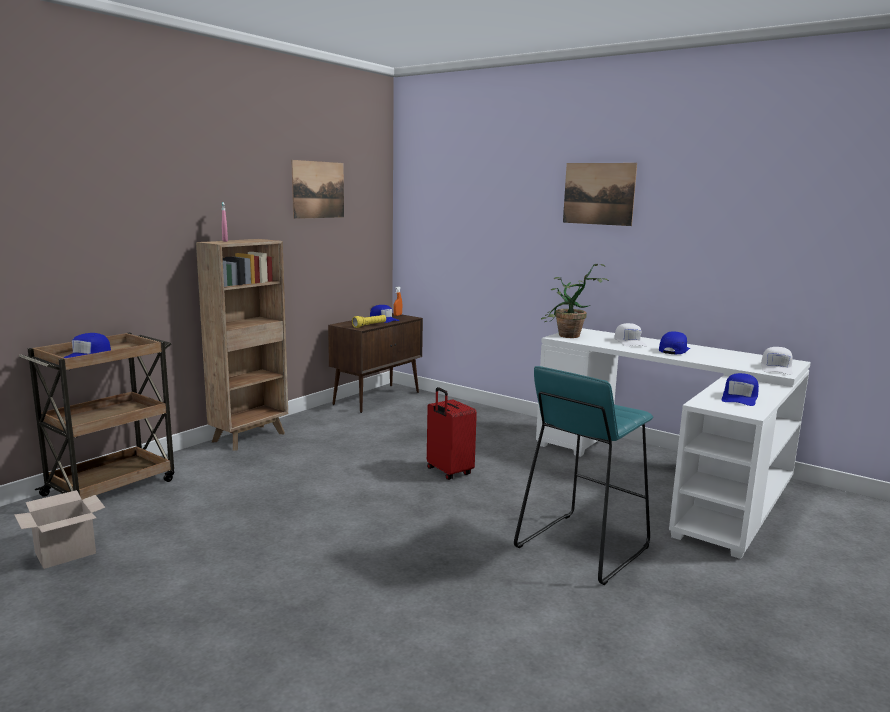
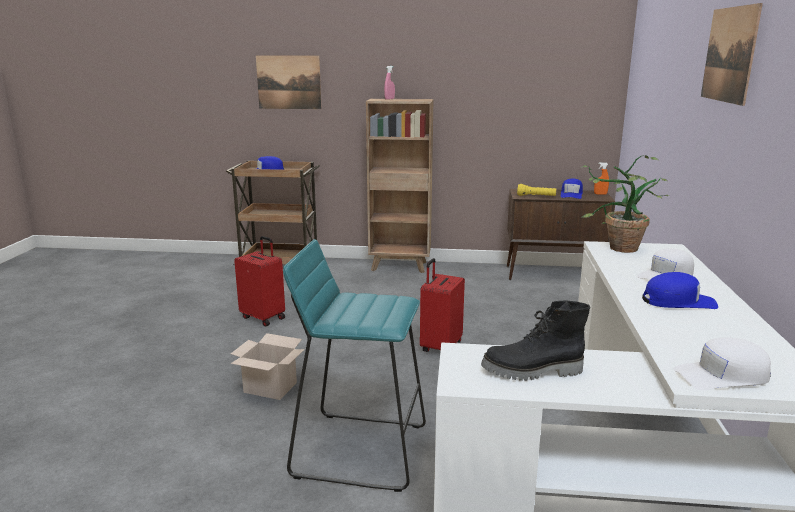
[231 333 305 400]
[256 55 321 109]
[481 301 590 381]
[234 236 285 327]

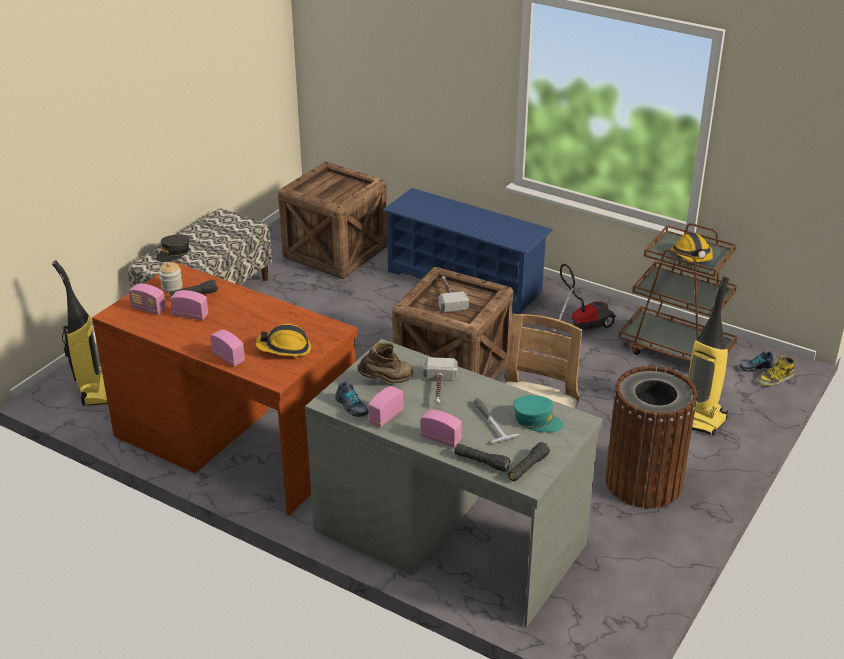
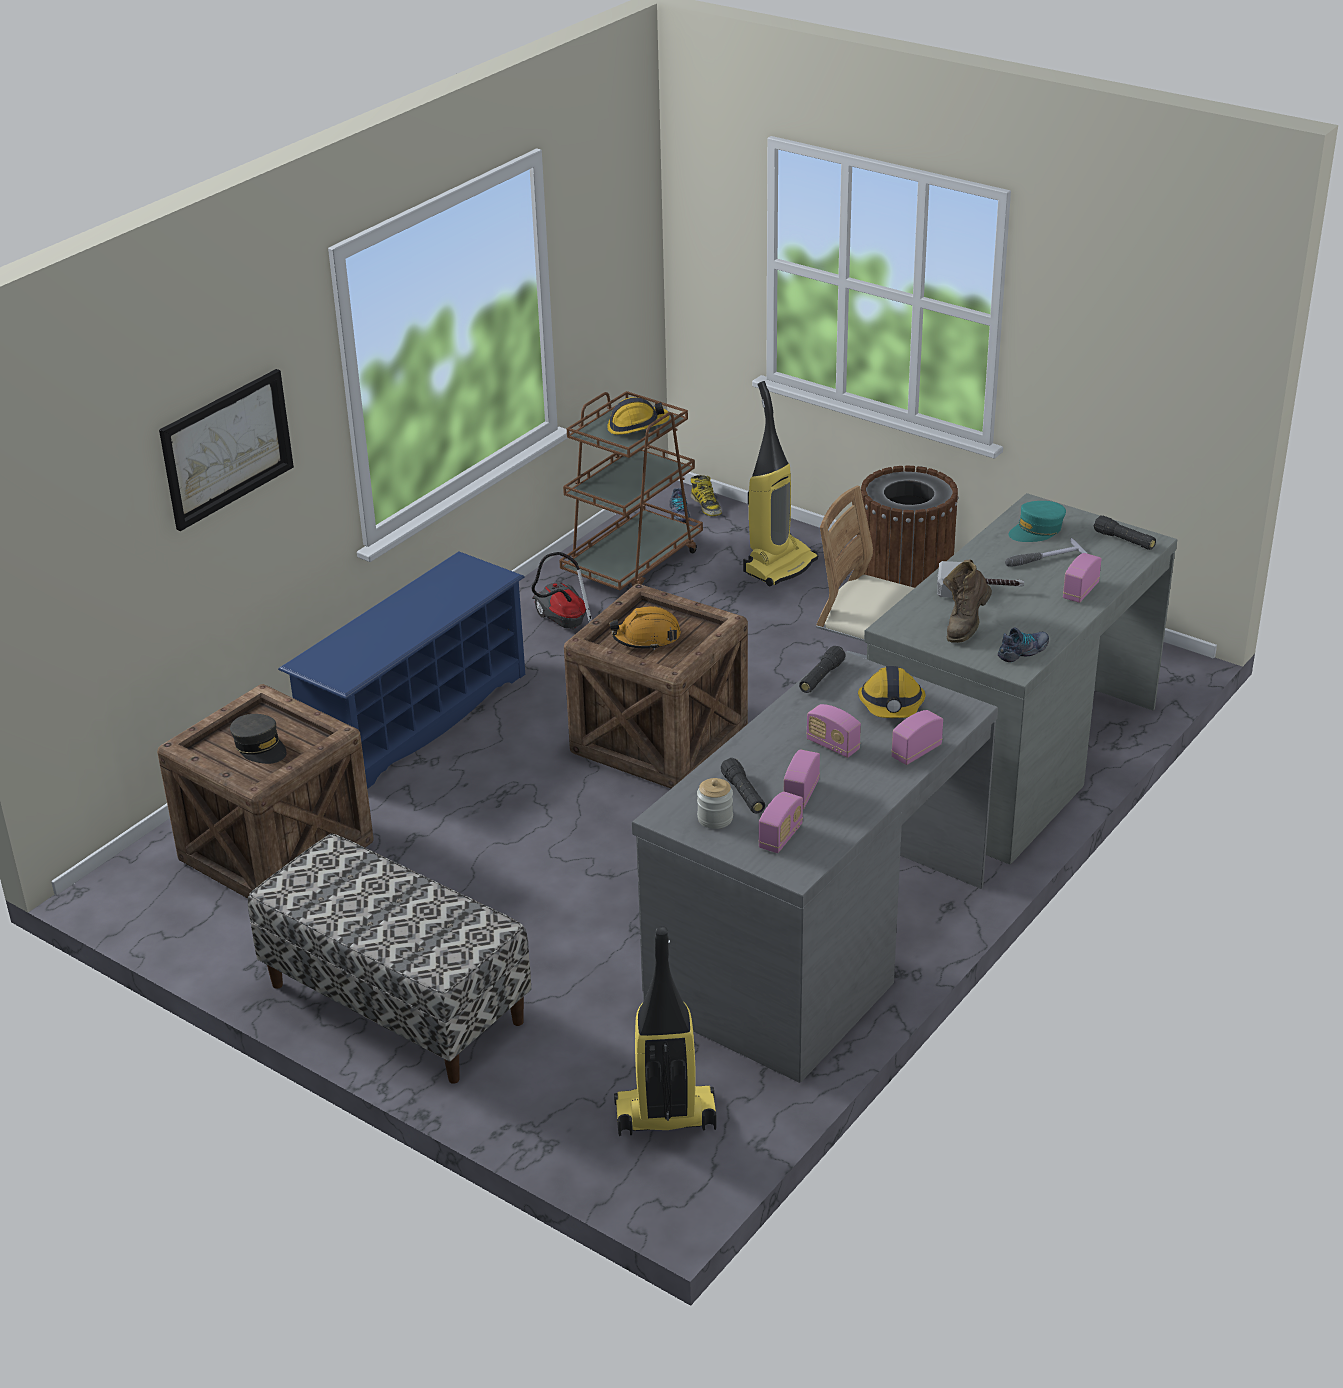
[632 651 998 1083]
[230 714 287 764]
[943 559 992 643]
[806 704 861 758]
[609 606 681 650]
[799 646 846 693]
[1008 501 1066 542]
[159 369 294 531]

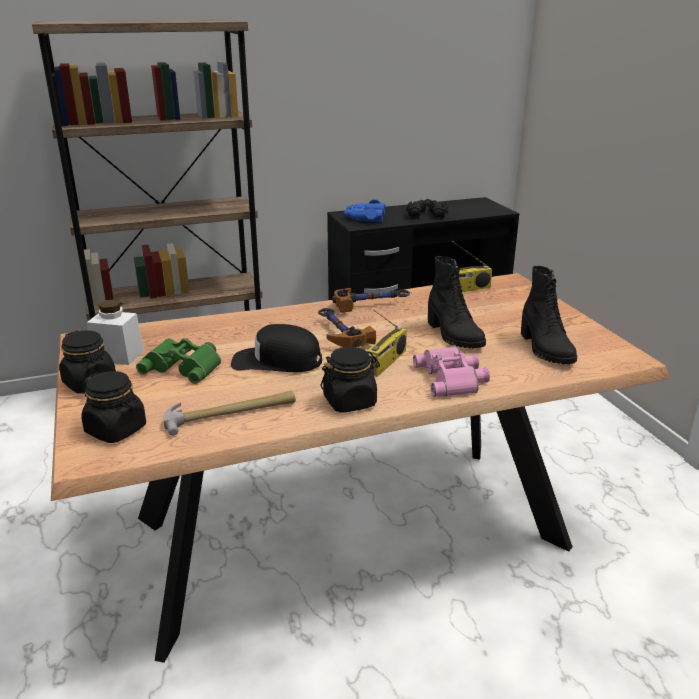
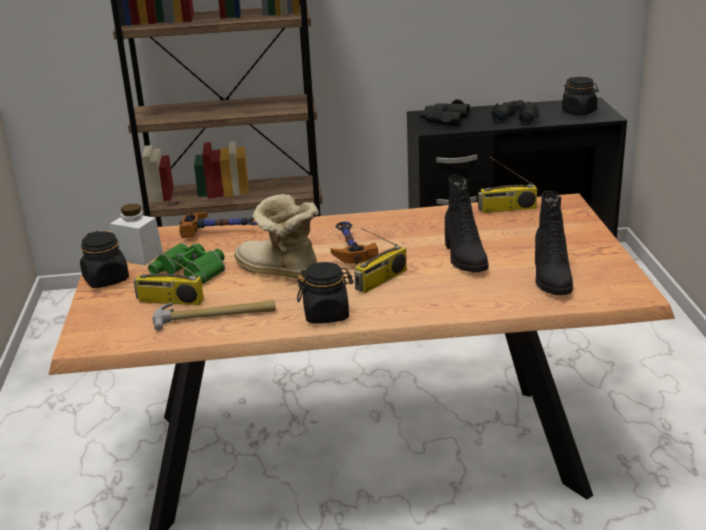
[562 77 599 115]
[234 194 319 278]
[179 212 258 238]
[420 99 470 126]
[413 347 490 397] (first image)
[133 240 204 305]

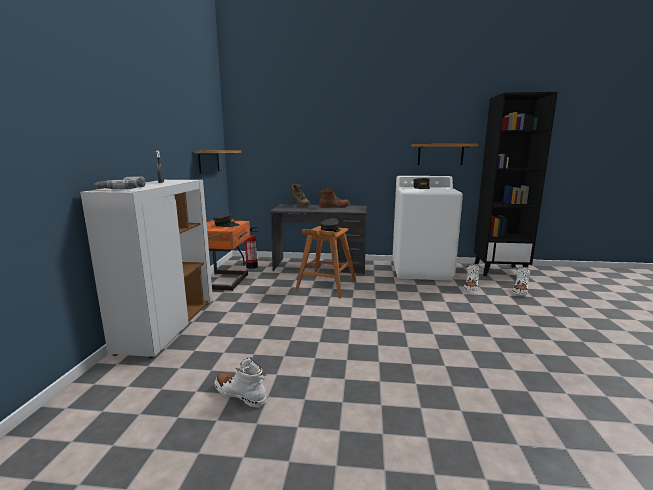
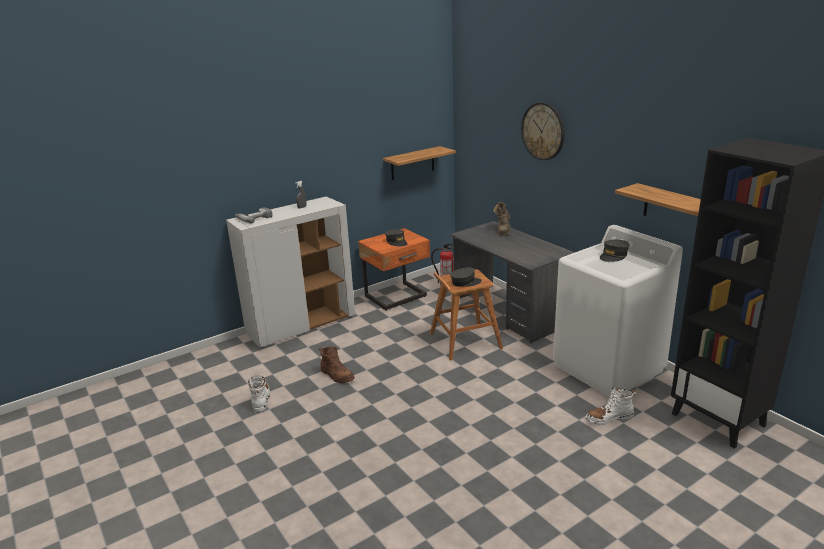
[318 347 355 383]
[512 267 531 295] (first image)
[521 102 565 160]

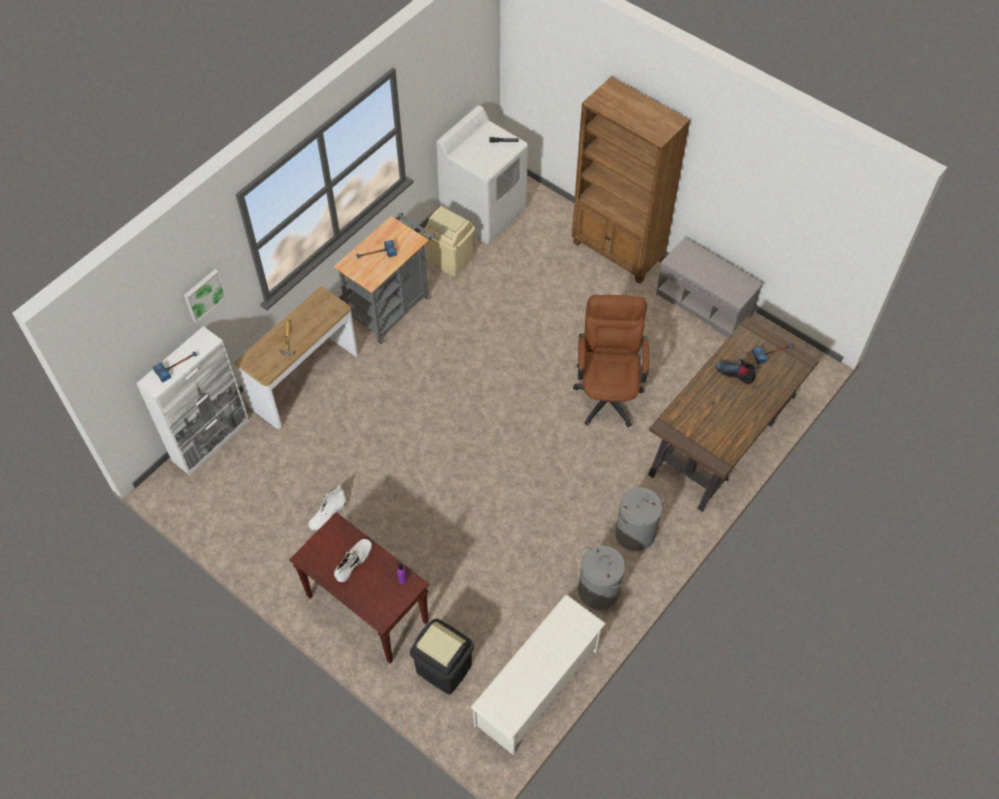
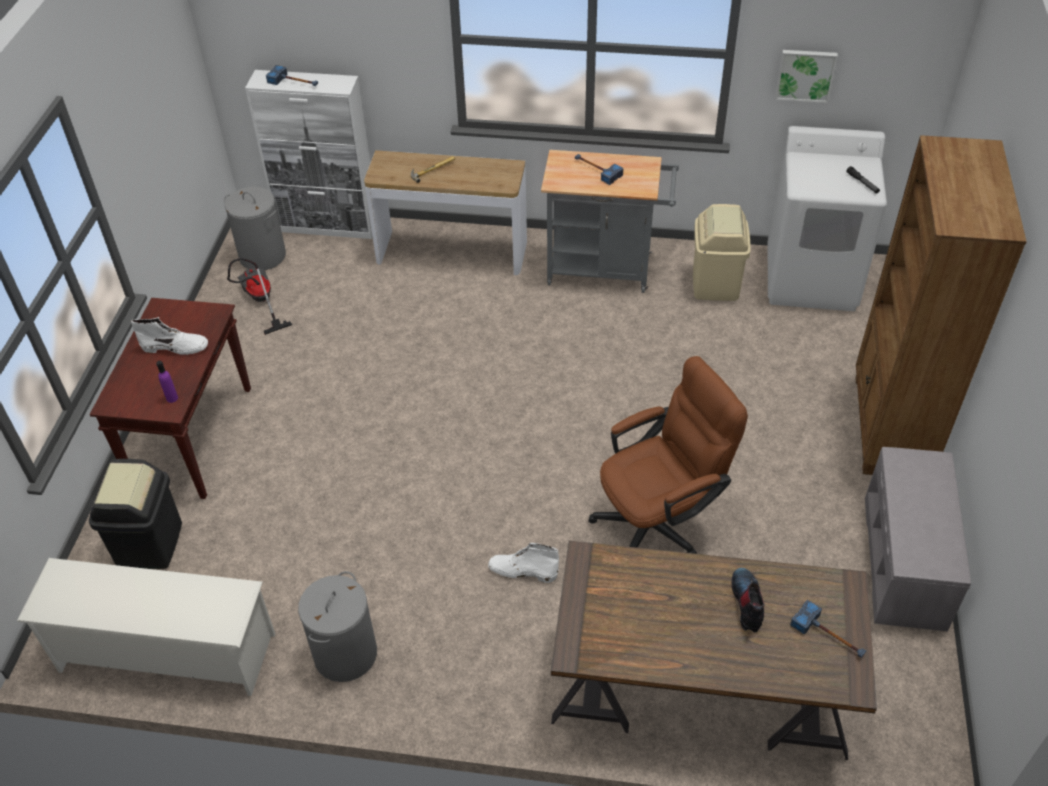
[775 50 838 103]
[488 543 559 583]
[224 187 286 270]
[227 258 292 335]

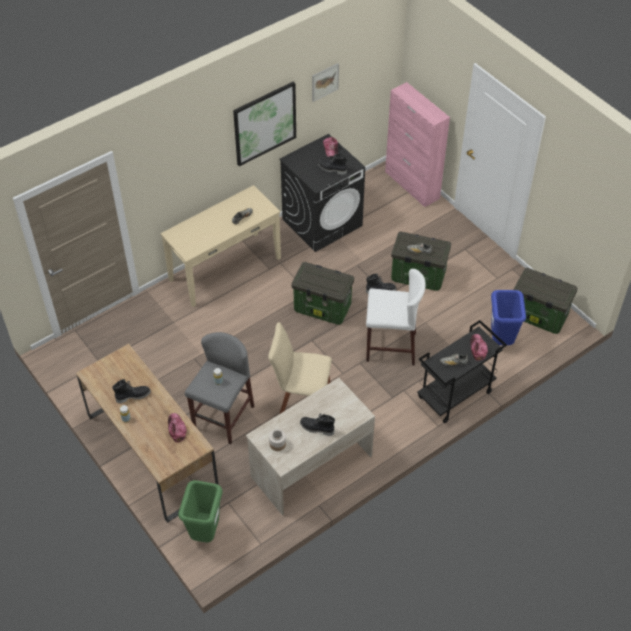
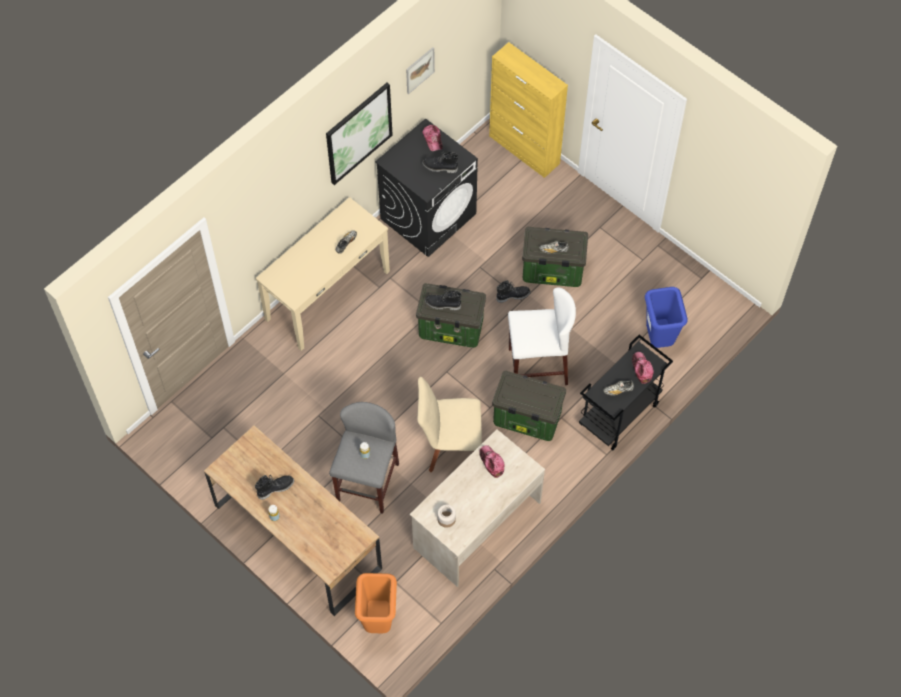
[479 445 505 478]
[355 573 397 633]
[425 289 462 310]
[489 42 568 178]
[492 371 566 441]

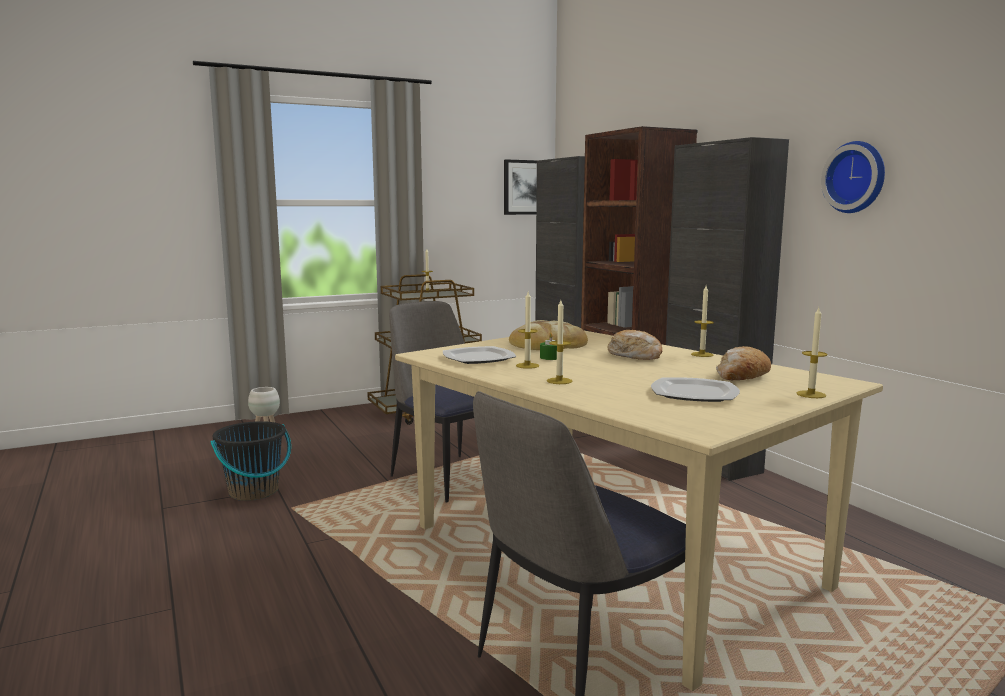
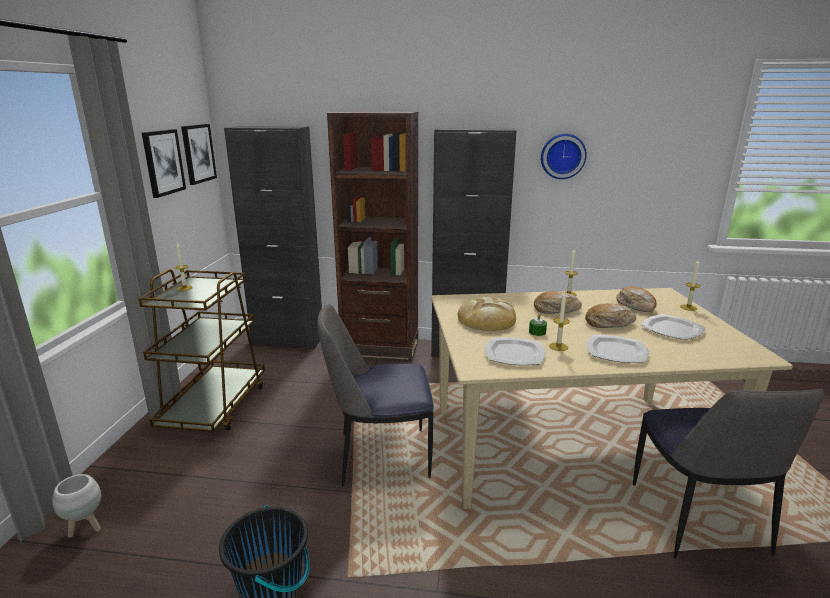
[586 335 649 363]
[142 129 186 198]
[585 303 636 328]

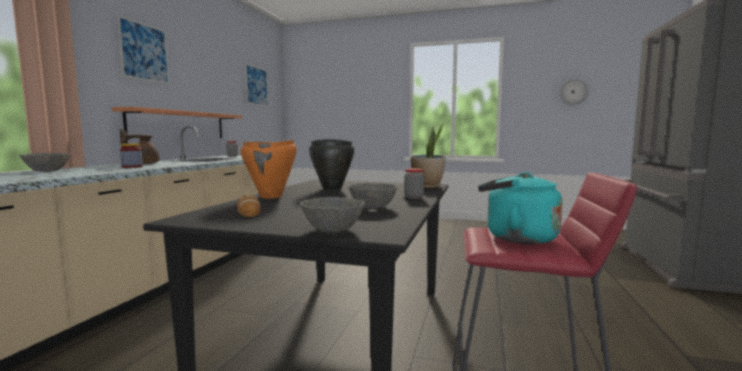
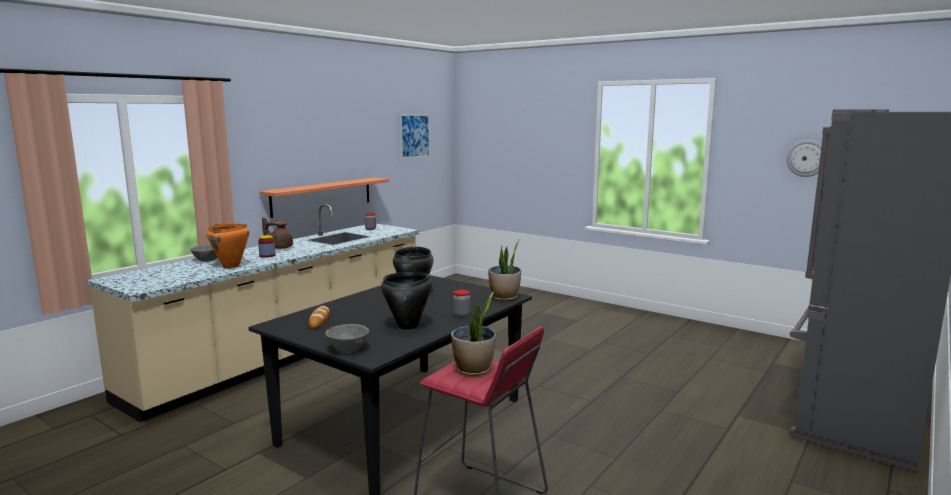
[117 15 170 85] (first image)
[207 224 249 268]
[381 272 432 330]
[451 292 496 376]

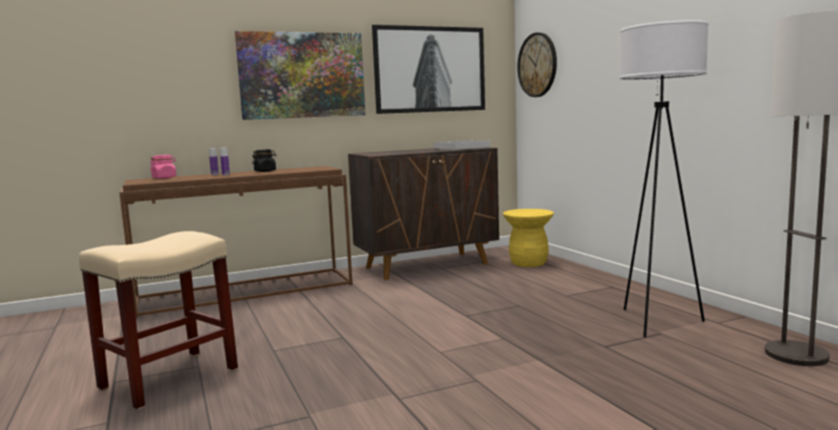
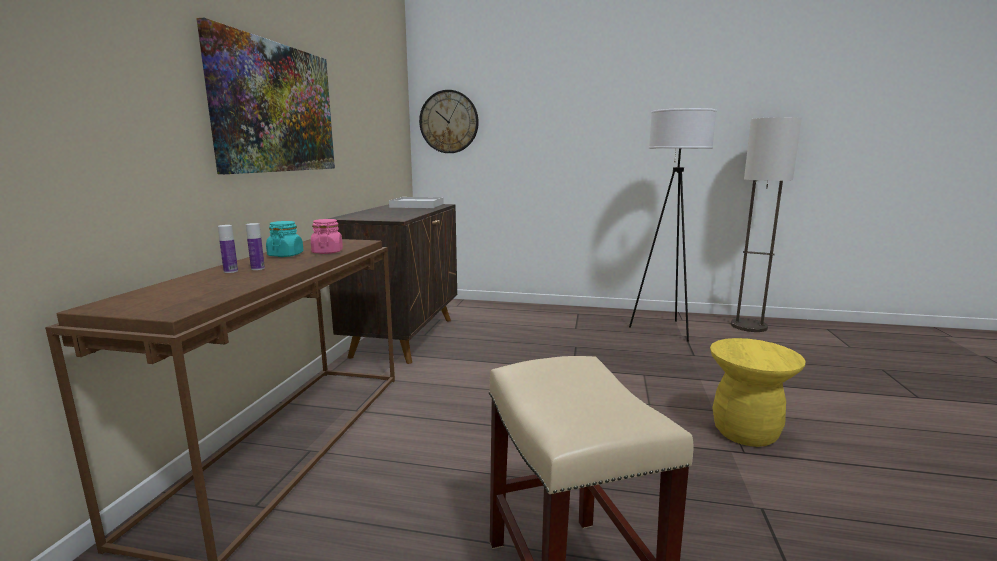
[311 219 343 254]
[266 221 304 257]
[372 25 485 114] (first image)
[710 338 806 447]

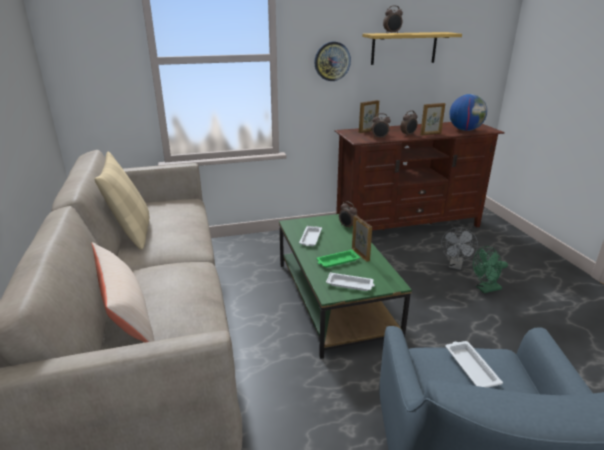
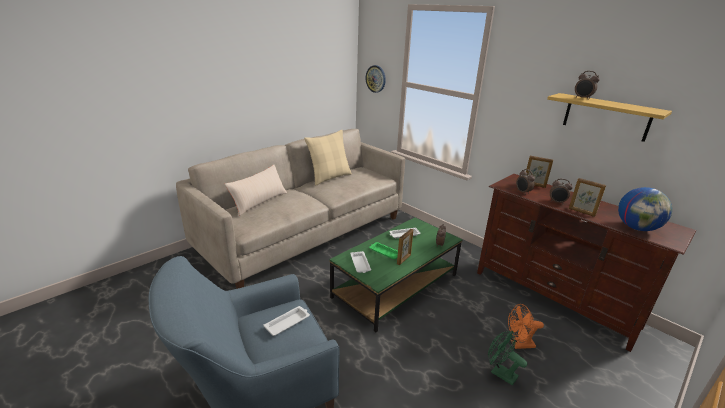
[366 65 386 93]
[508 304 544 349]

